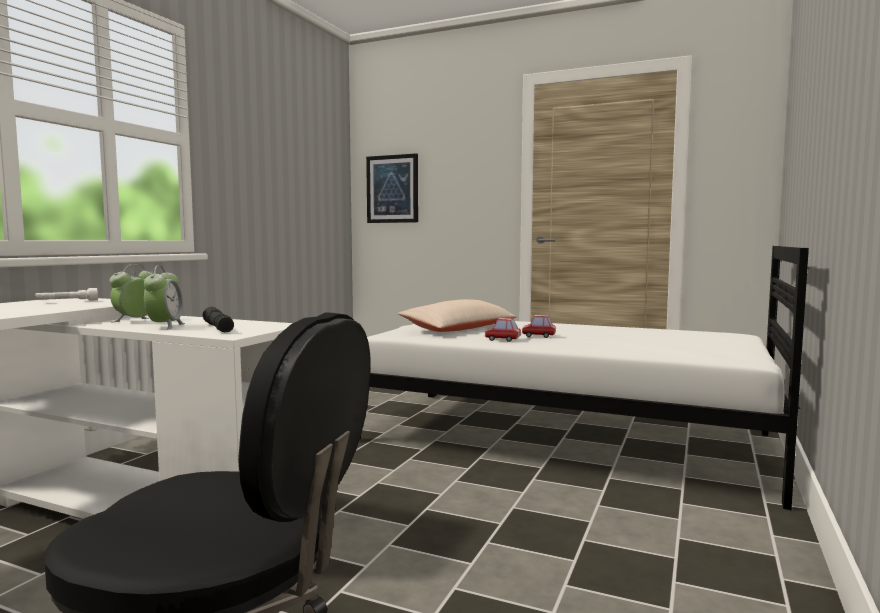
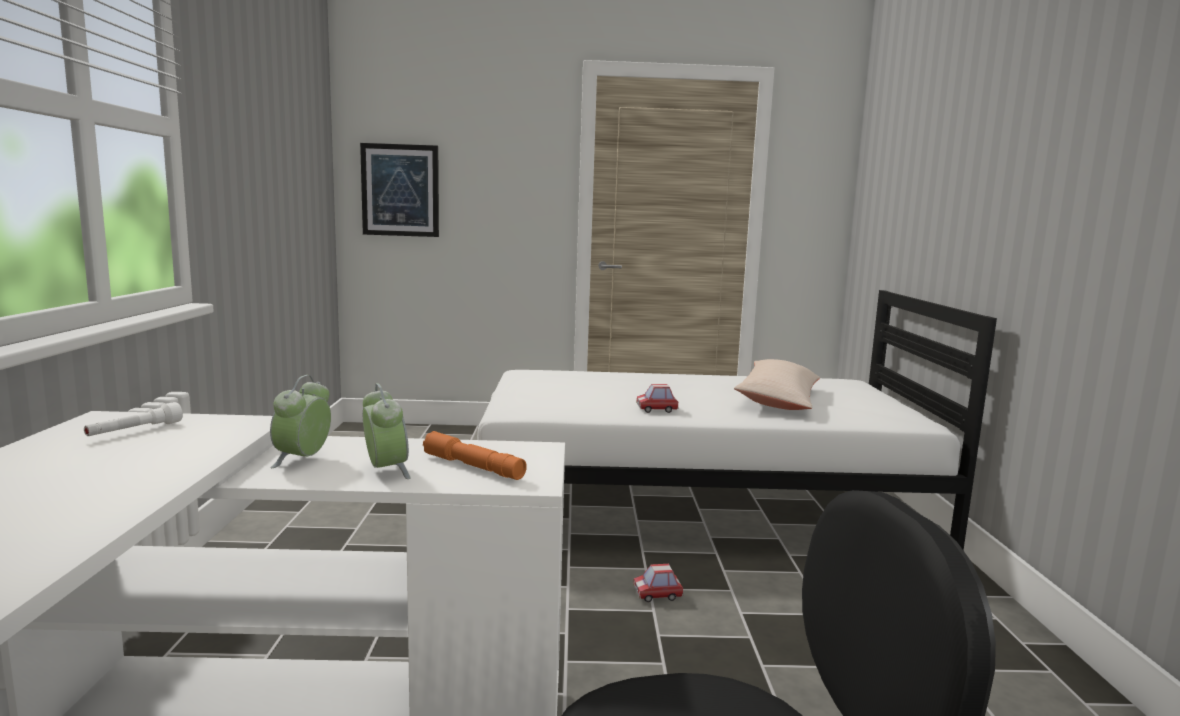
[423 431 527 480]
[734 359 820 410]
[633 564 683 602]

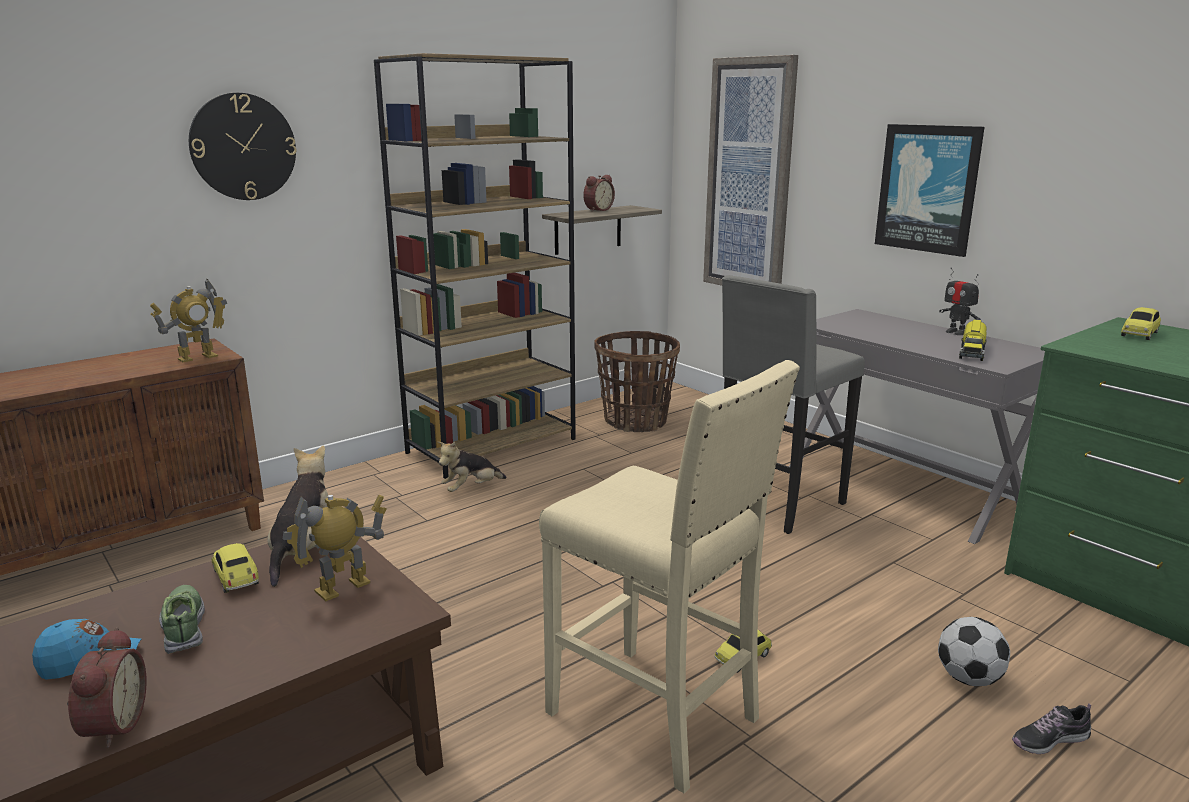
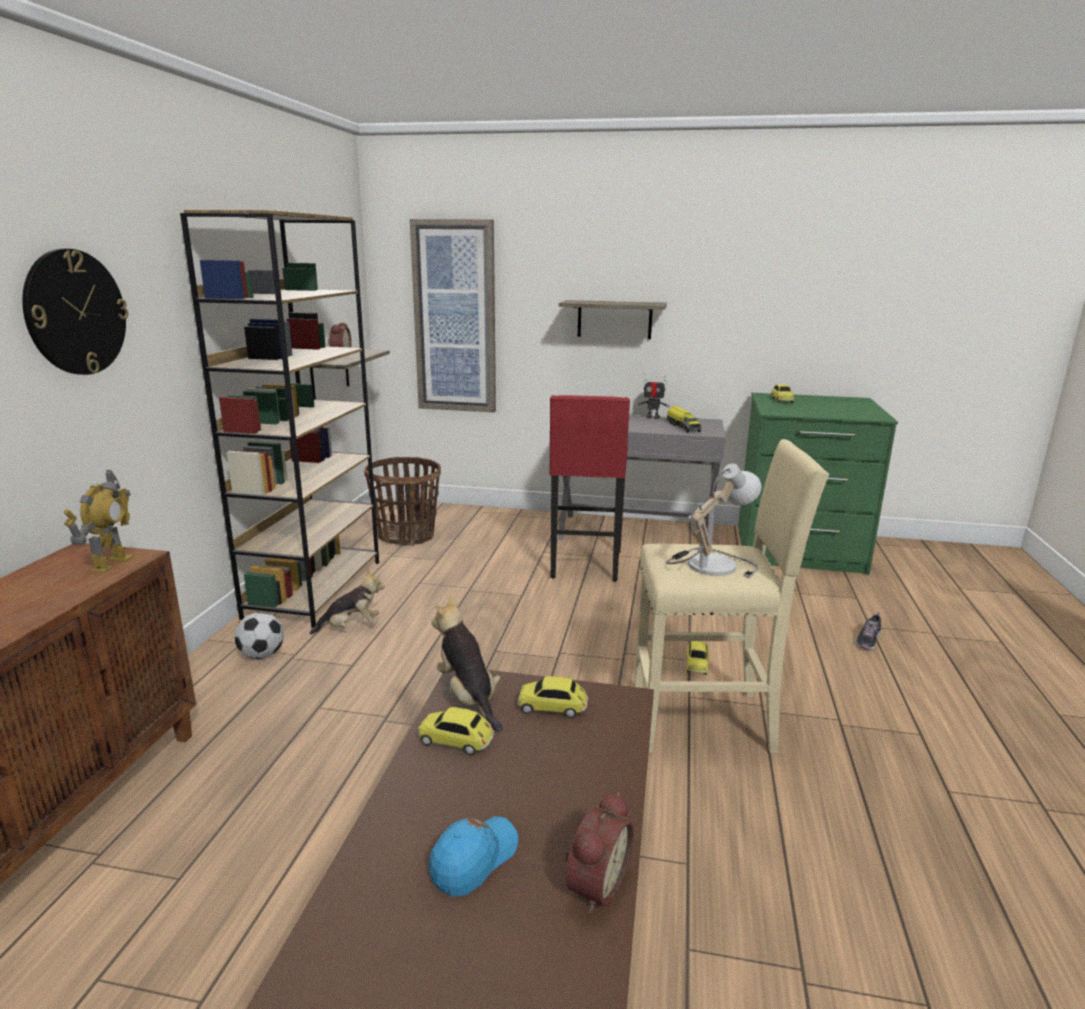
[565 792 634 913]
[159 585 205 654] (first image)
[518 676 588 718]
[310 569 385 635]
[549 395 630 582]
[559 300 667 339]
[235 612 284 659]
[666 463 762 578]

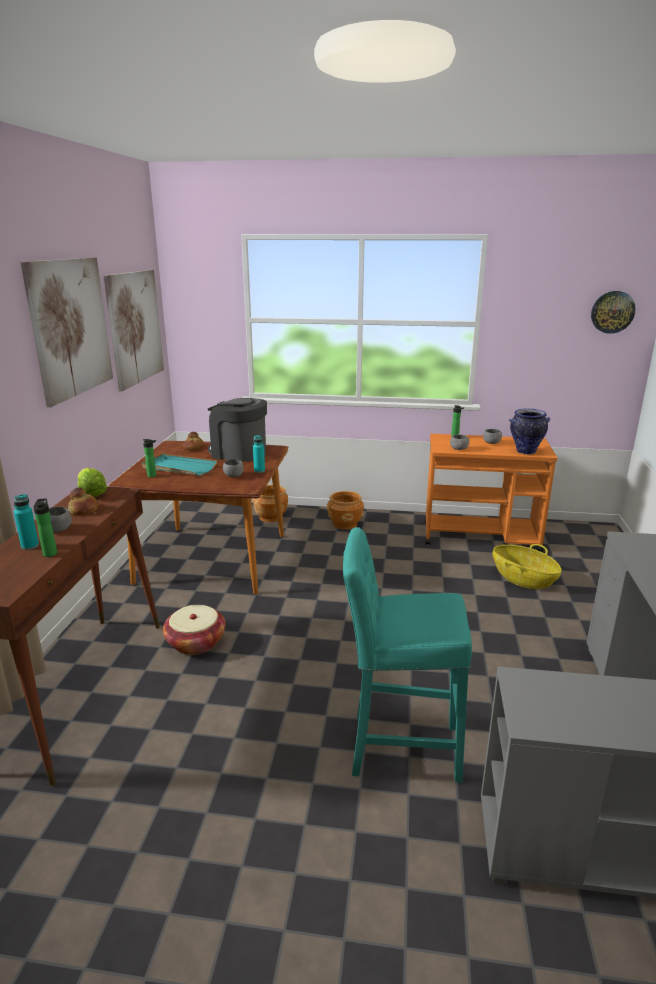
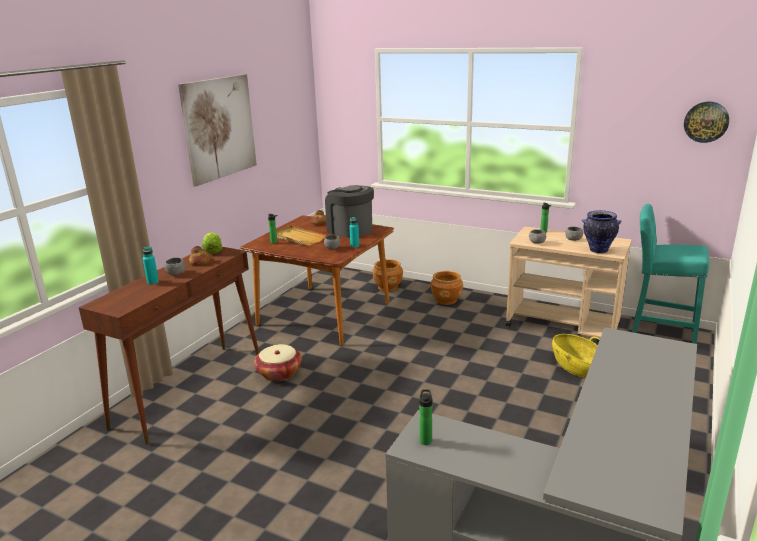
[419 390 432 445]
[104 270 164 392] (first image)
[276 226 326 246]
[632 204 709 344]
[505 227 632 338]

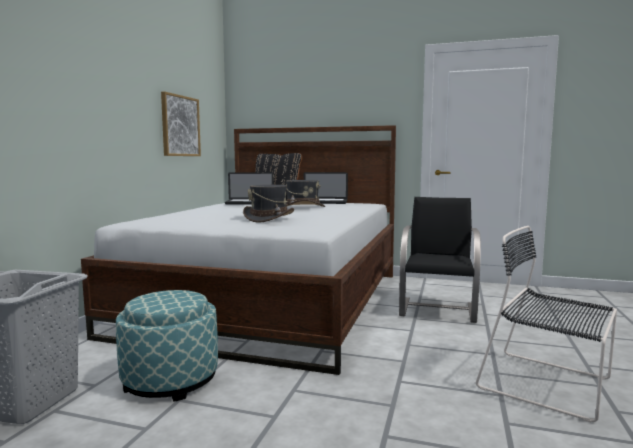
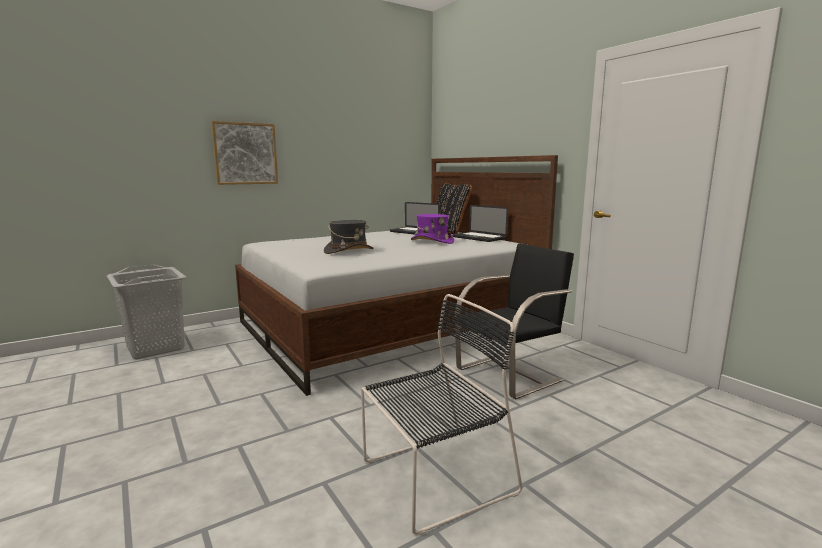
[116 290 218 402] (first image)
[211 121 278 185]
[411 214 454 244]
[361 294 522 535]

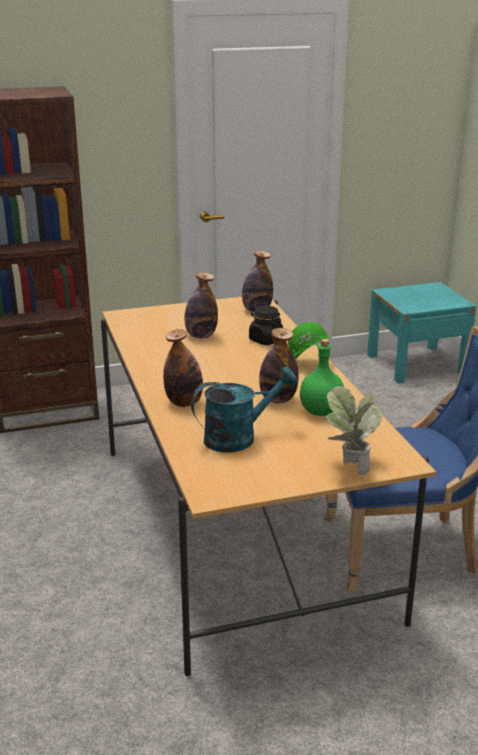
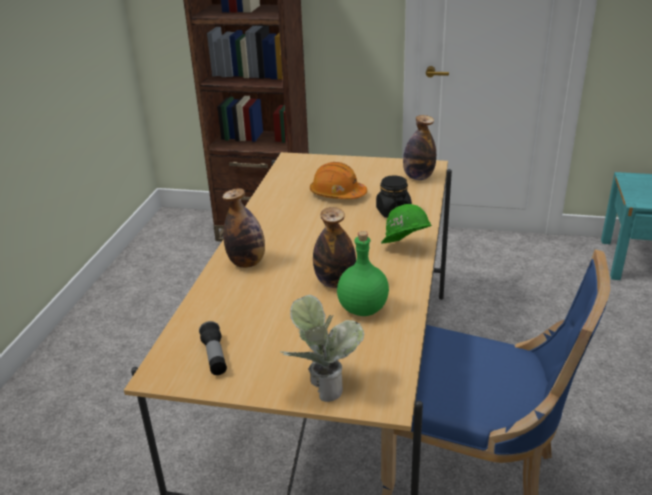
[310 162 367 199]
[191 367 298 452] (first image)
[199 321 227 375]

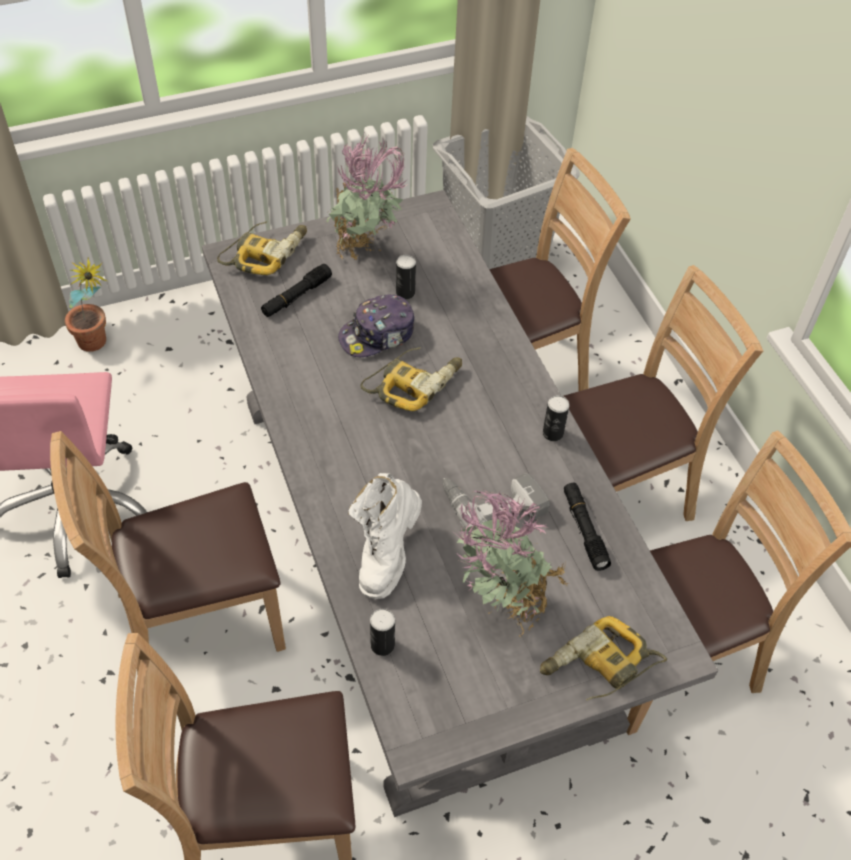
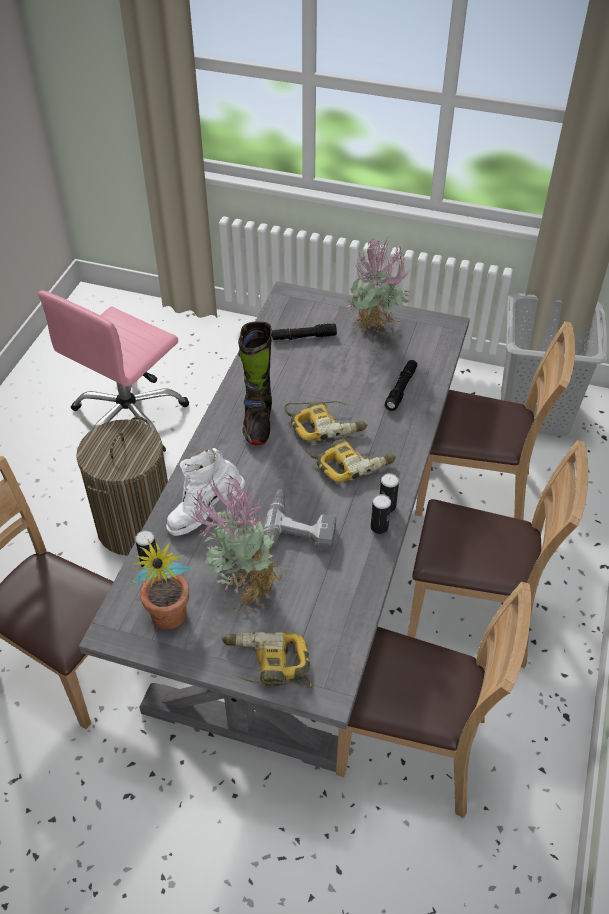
[76 417 168 556]
[131 539 193 629]
[306 436 396 482]
[338 295 415 357] (first image)
[371 494 391 534]
[385 360 417 411]
[238 321 272 445]

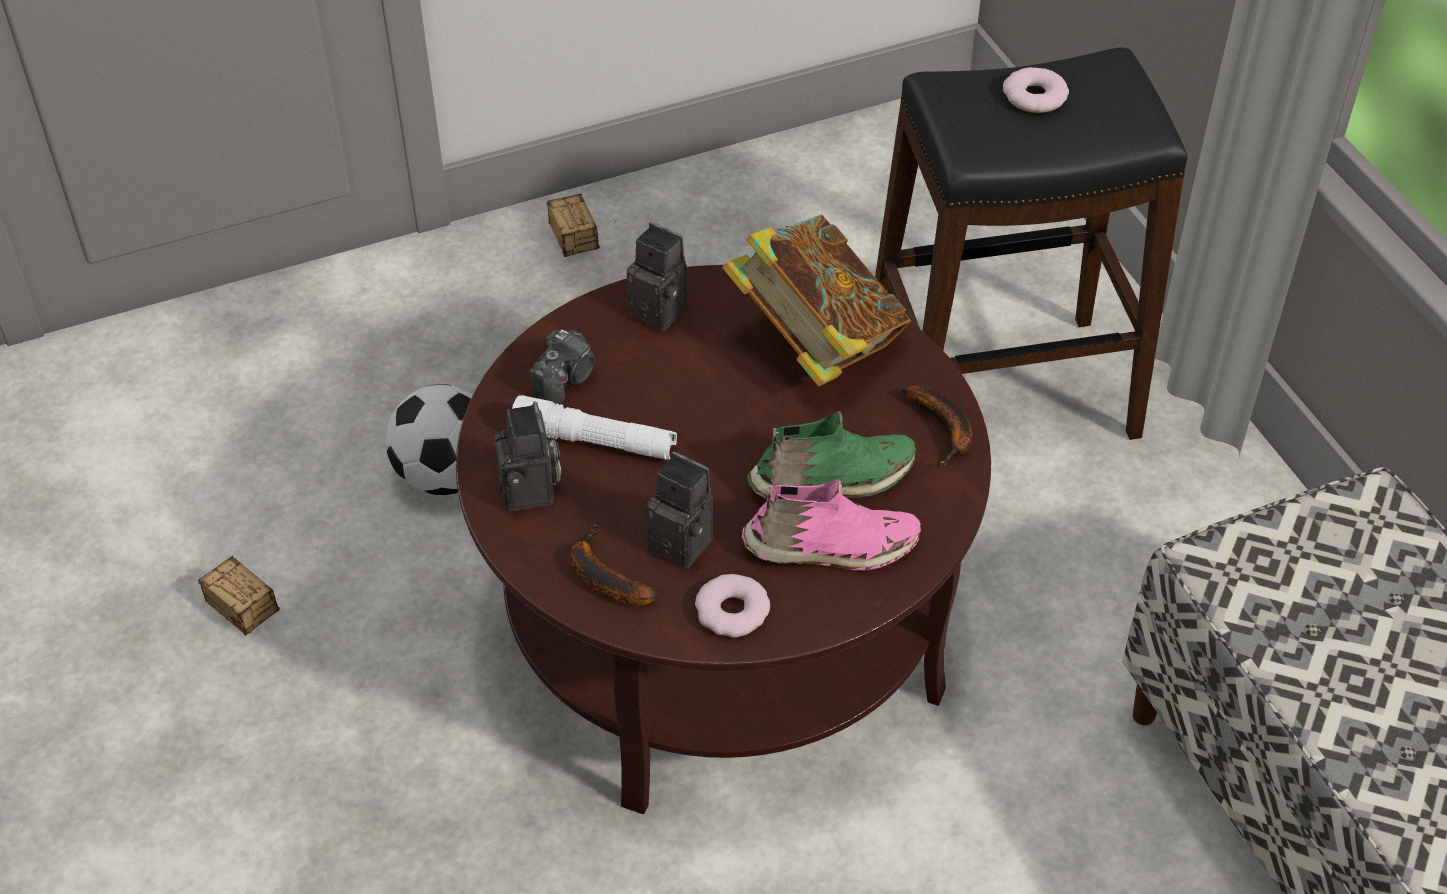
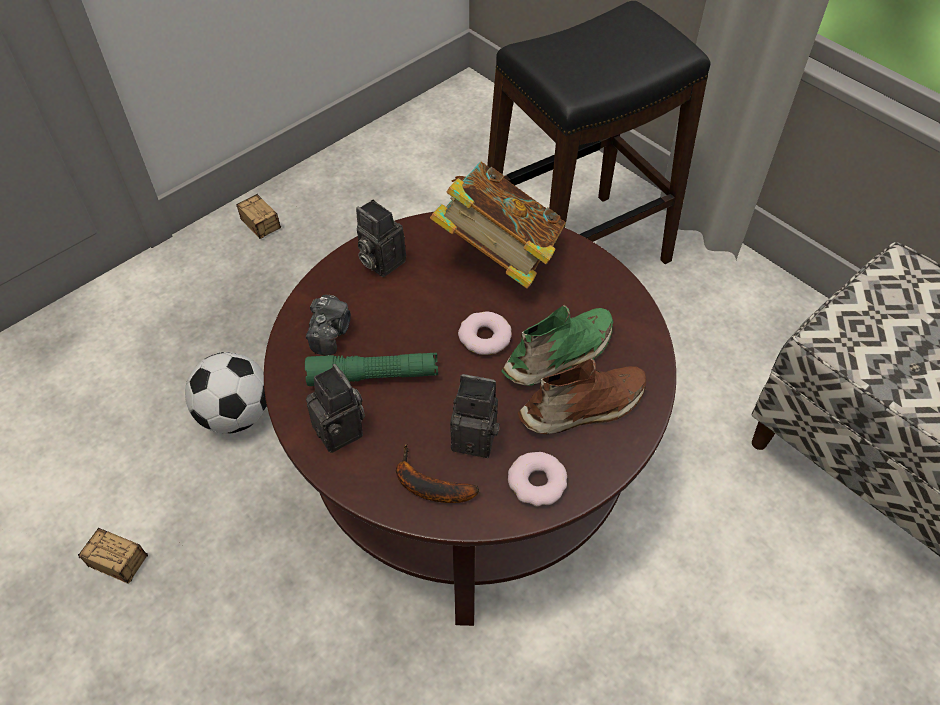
[305 353 438 386]
[356 200 406 277]
[517 358 646 434]
[902 386 972 466] (first image)
[458 311 512 355]

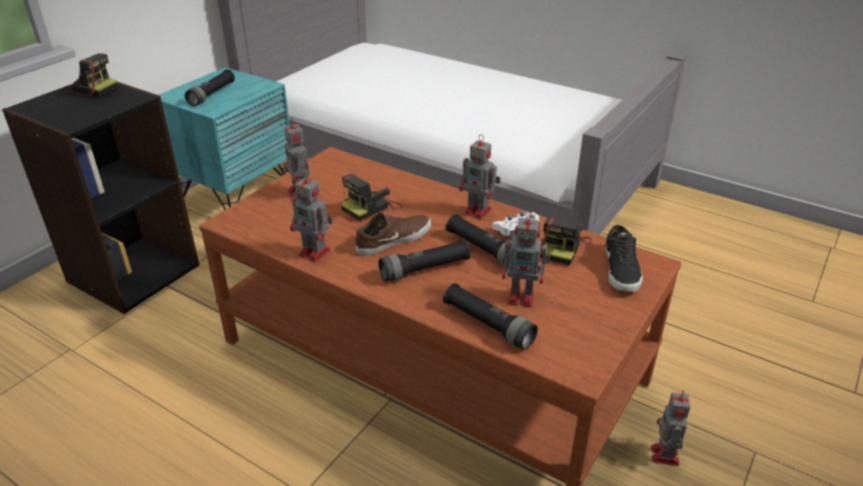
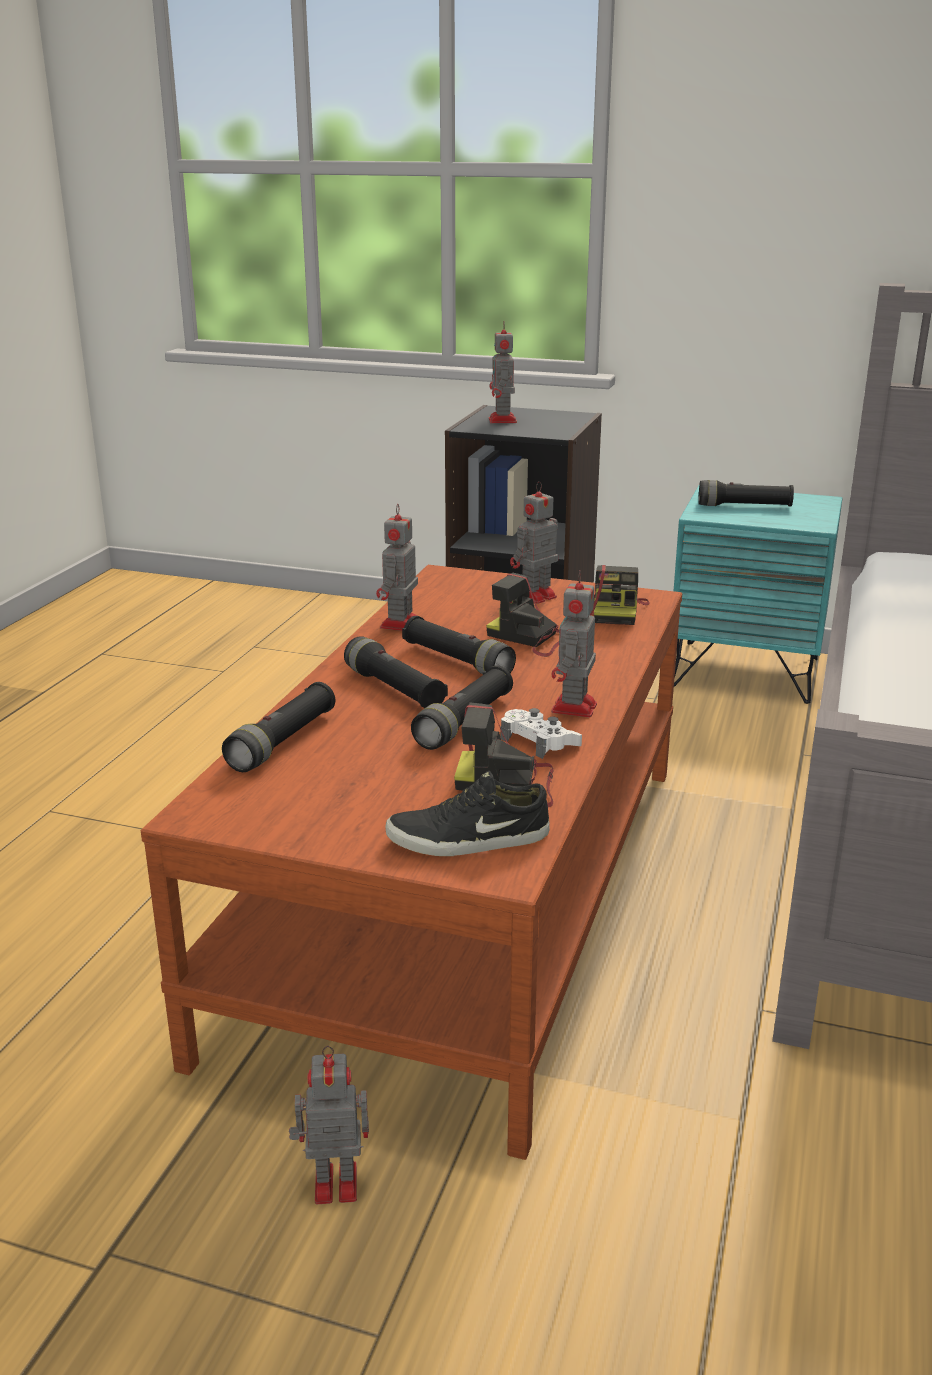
[590 565 650 625]
[402 616 516 674]
[489 323 517 423]

